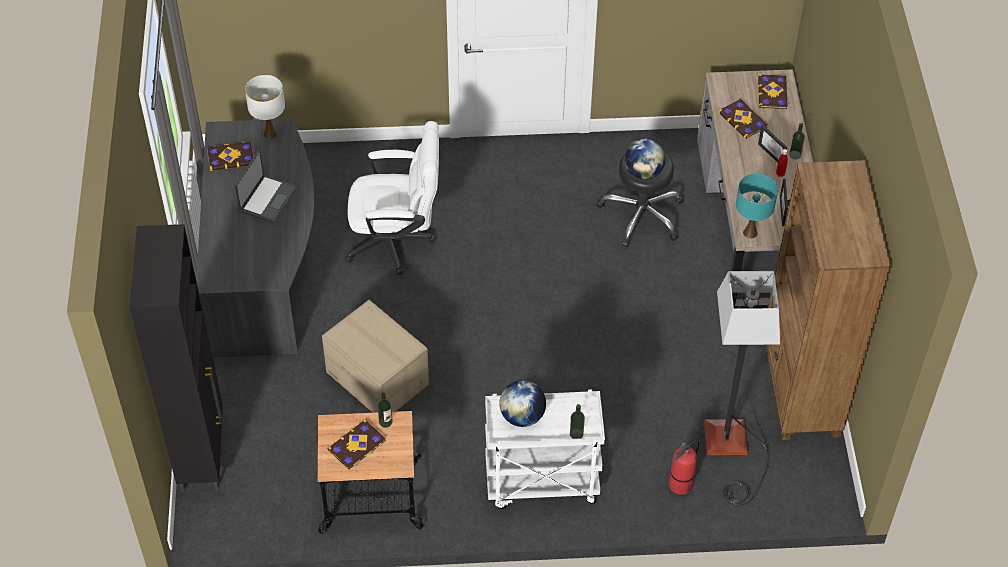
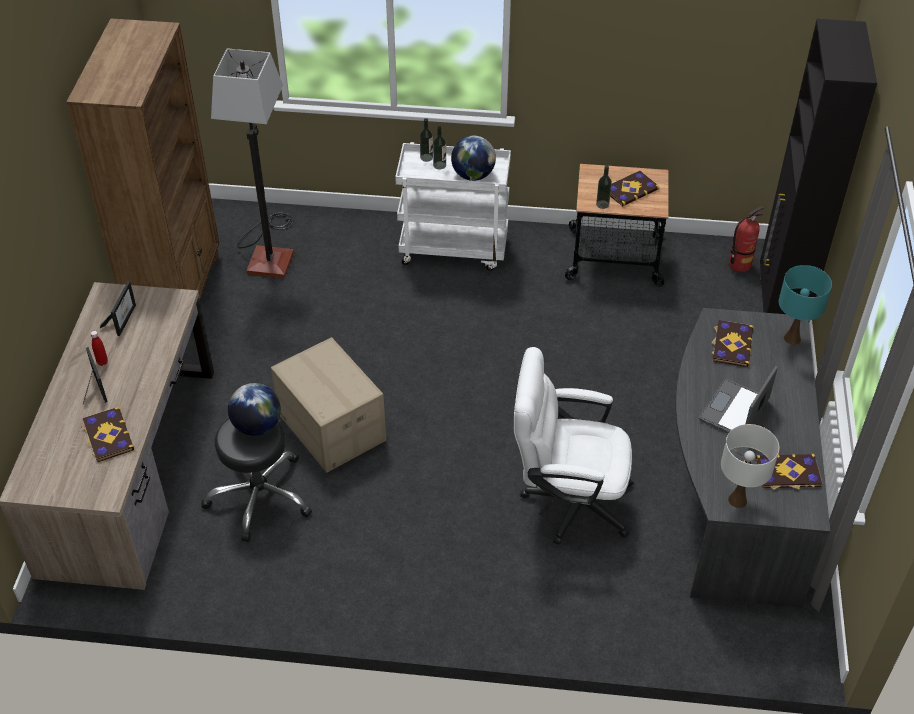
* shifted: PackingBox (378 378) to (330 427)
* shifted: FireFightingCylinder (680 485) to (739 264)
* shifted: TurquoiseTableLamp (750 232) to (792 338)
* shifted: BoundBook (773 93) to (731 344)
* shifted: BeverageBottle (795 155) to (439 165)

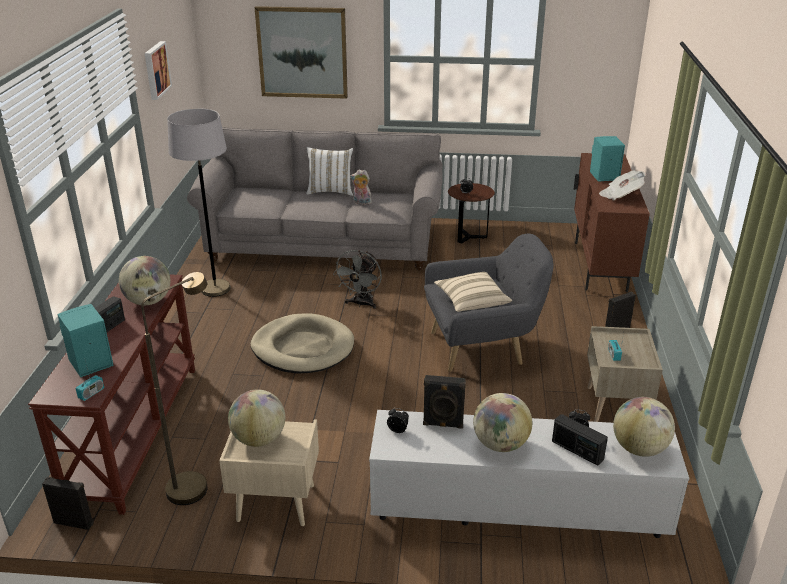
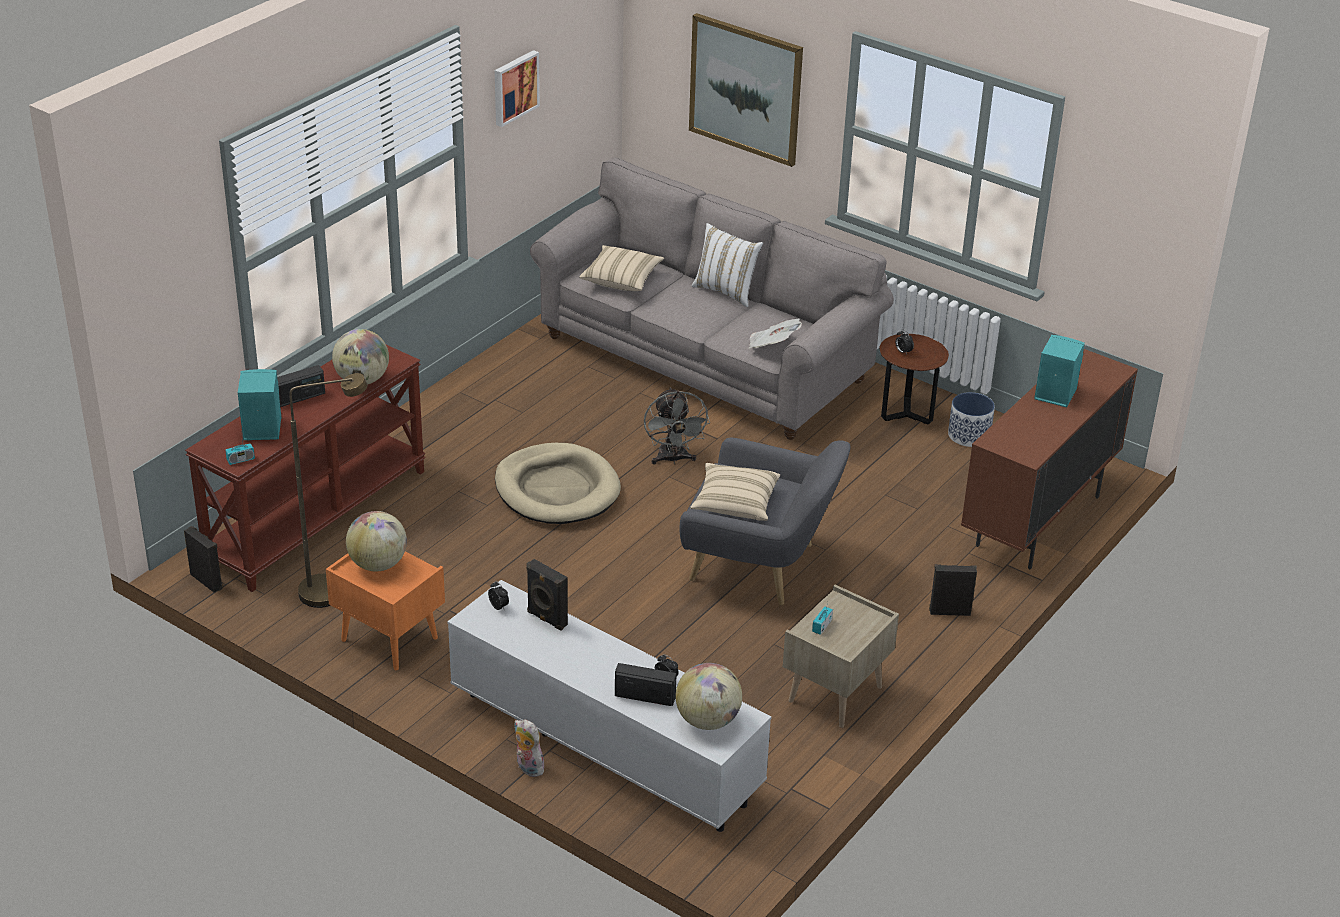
* gone: GrayStandardLamp (215 289)
* repainted: SandColouredNightTable (275 503) to OrangeNightTable (388 639)
* rotated: GrayFan (361 304) = (673 459) 60 degrees counterclockwise
* shifted: PlushToy (361 203) to (527 767)
* gone: DeskGlobe (500 444)
* rotated: Radio (577 450) = (645 696) 120 degrees clockwise
* shifted: Newspaper (620 195) to (772 345)
* new: SandColouredThrowPillow (621 279)
* new: FlowerPot (969 435)

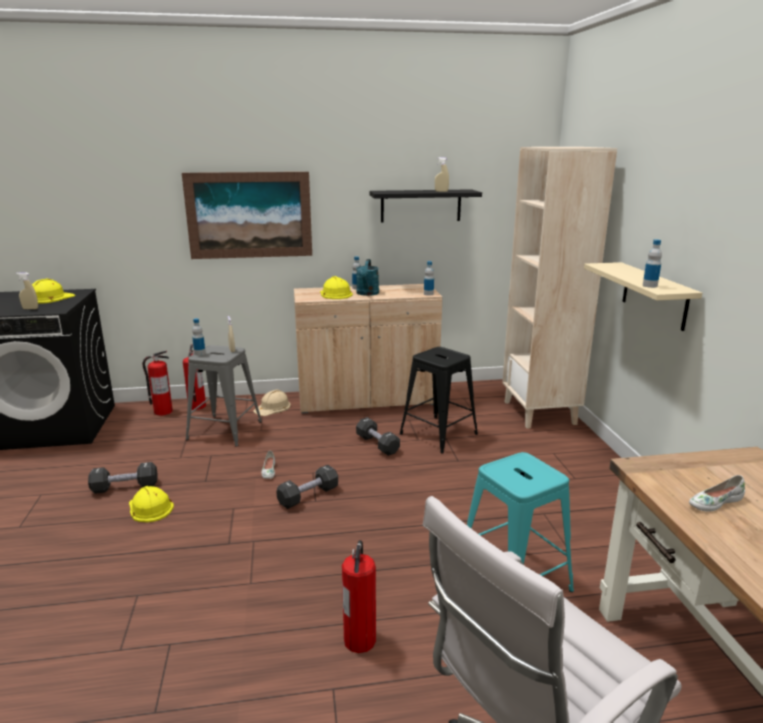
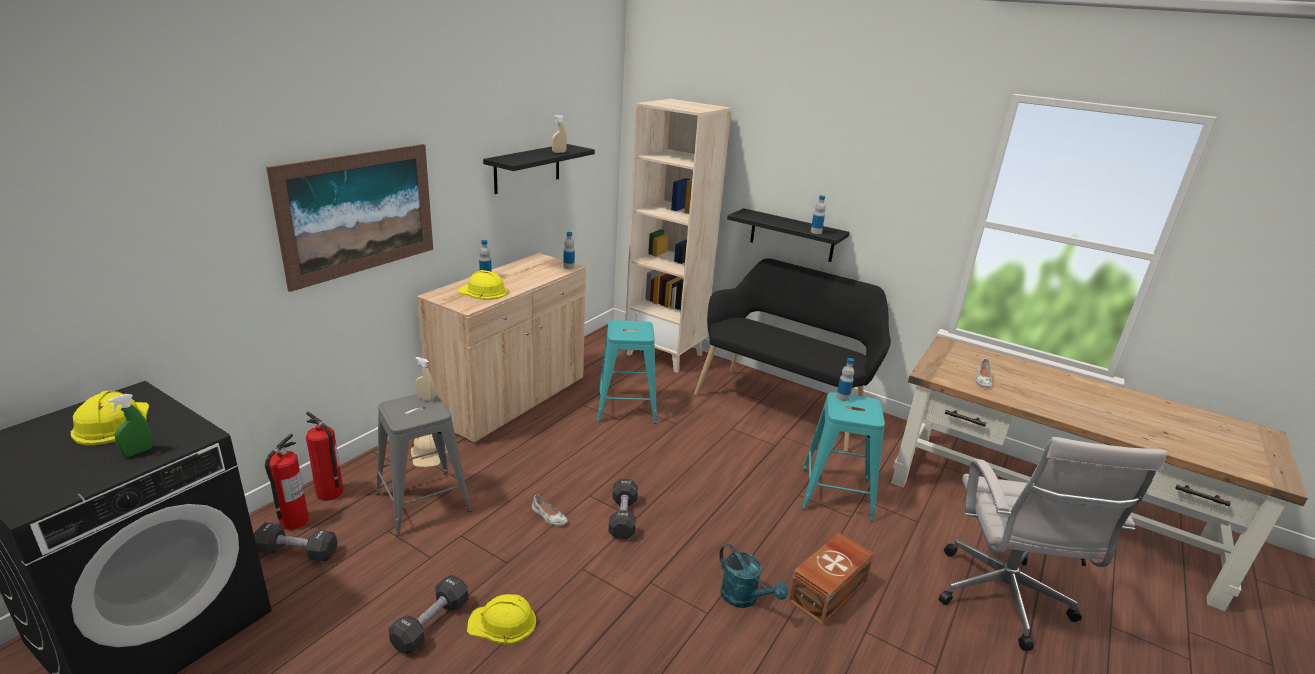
* repainted: SandColouredHandSprayer (30 309) to GreenHandSprayer (138 452)
* shifted: BeverageBottle (199 353) to (842 397)
* swapped: FireFightingCylinder (360 639) to BrownColouredStorageBox (829 592)
* shifted: TurquoiseWateringPot (367 294) to (744 598)
* shifted: BlackishFreeWeight (377 444) to (297 552)
* repainted: BlackishSittingStool (438 434) to TurquoiseSittingStool (626 407)
* repainted: SandColouredWallShelf (654 295) to BlackishWallShelf (792 235)
* new: BlackishBench (783 404)

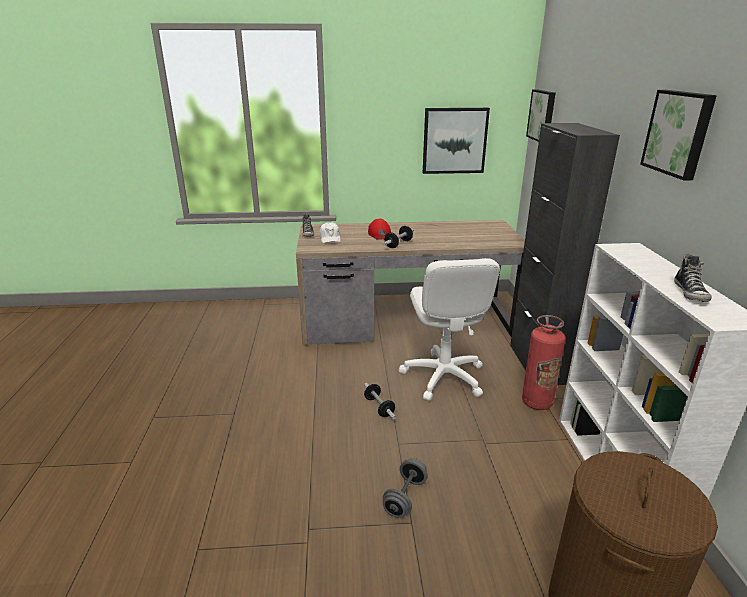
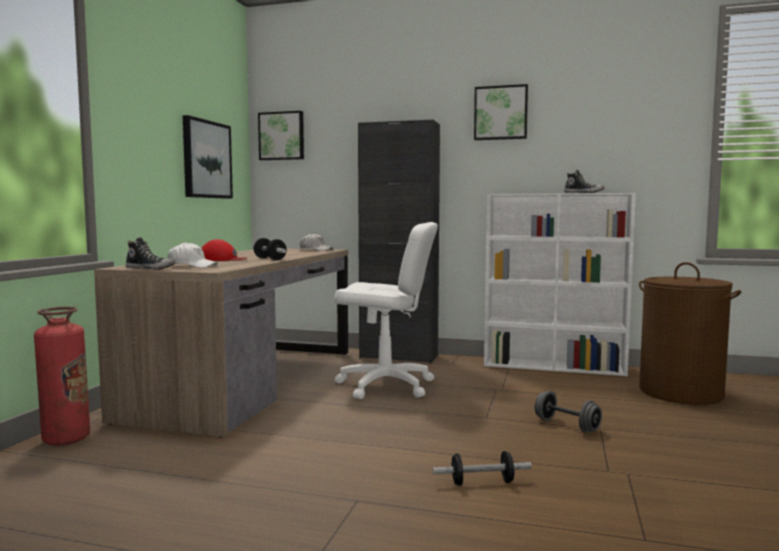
* shifted: FreeWeight (379 407) to (482 482)
* shifted: FireFightingCylinder (537 402) to (66 439)
* new: WhiteColouredPeakedCap (316 250)

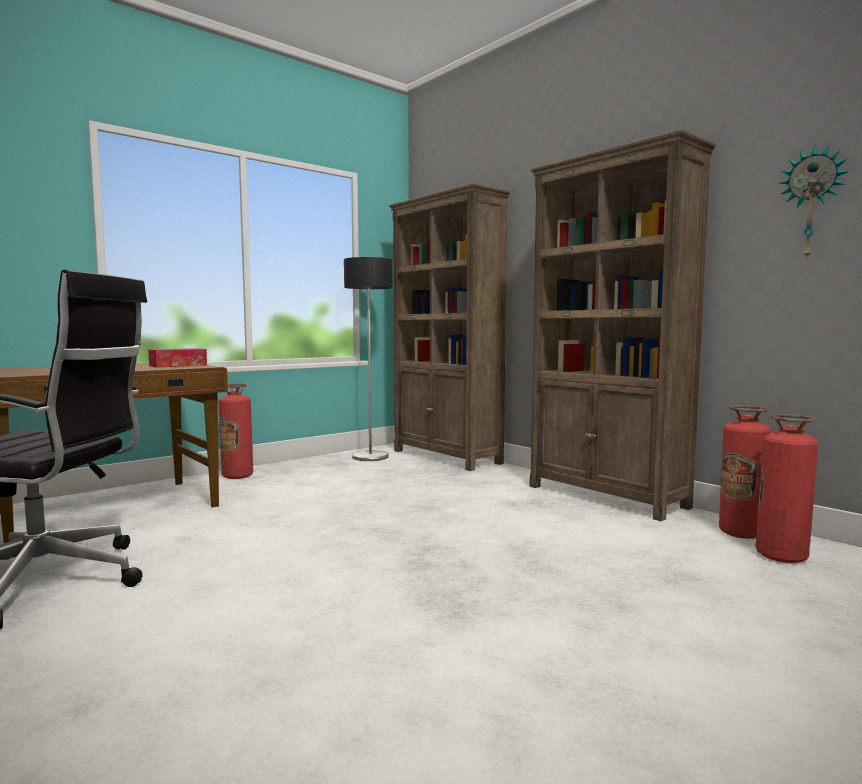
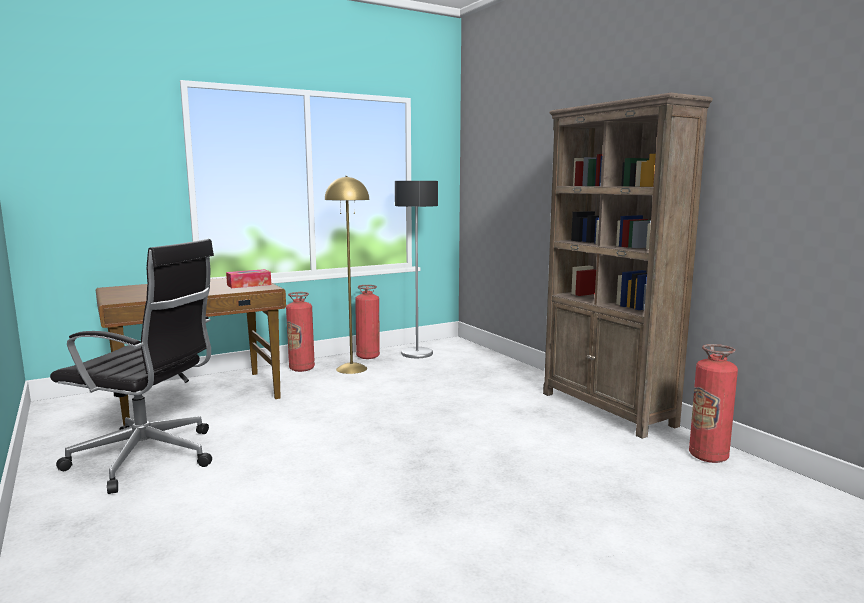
* gone: BrownColouredBookcase (446 457)
* shifted: FireFightingCylinder (781 556) to (368 356)
* gone: HangingClock (812 203)
* new: YellowColouredStandardLamp (351 369)

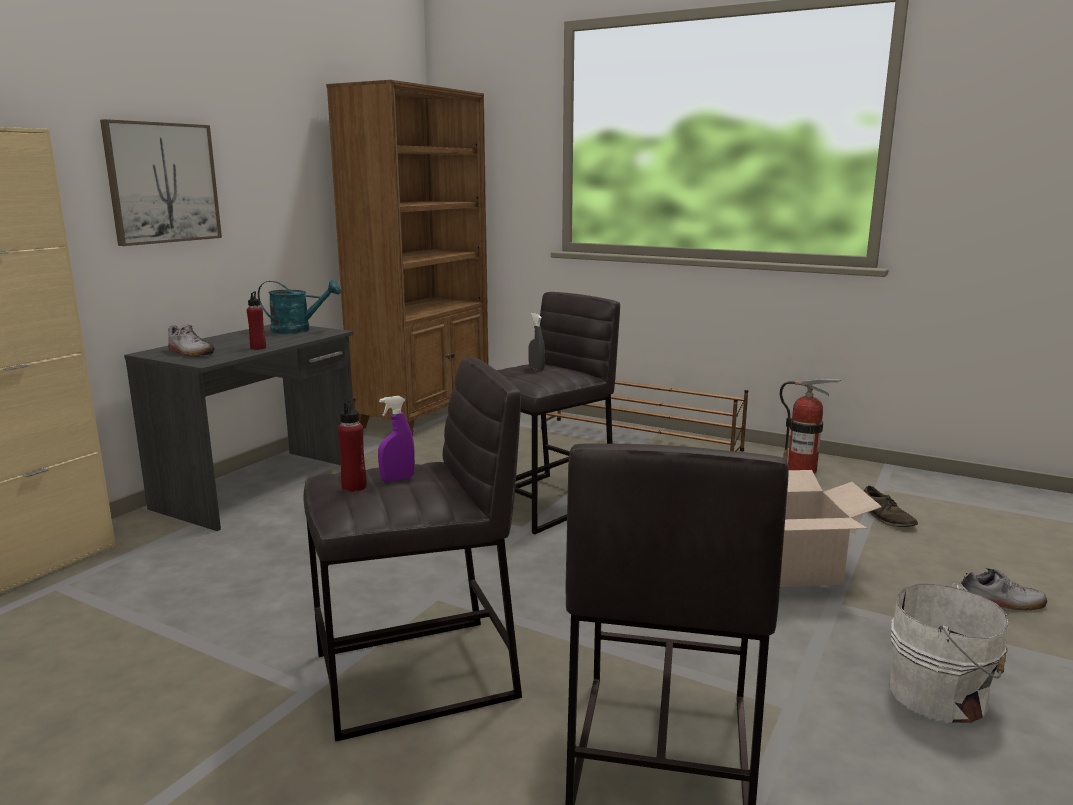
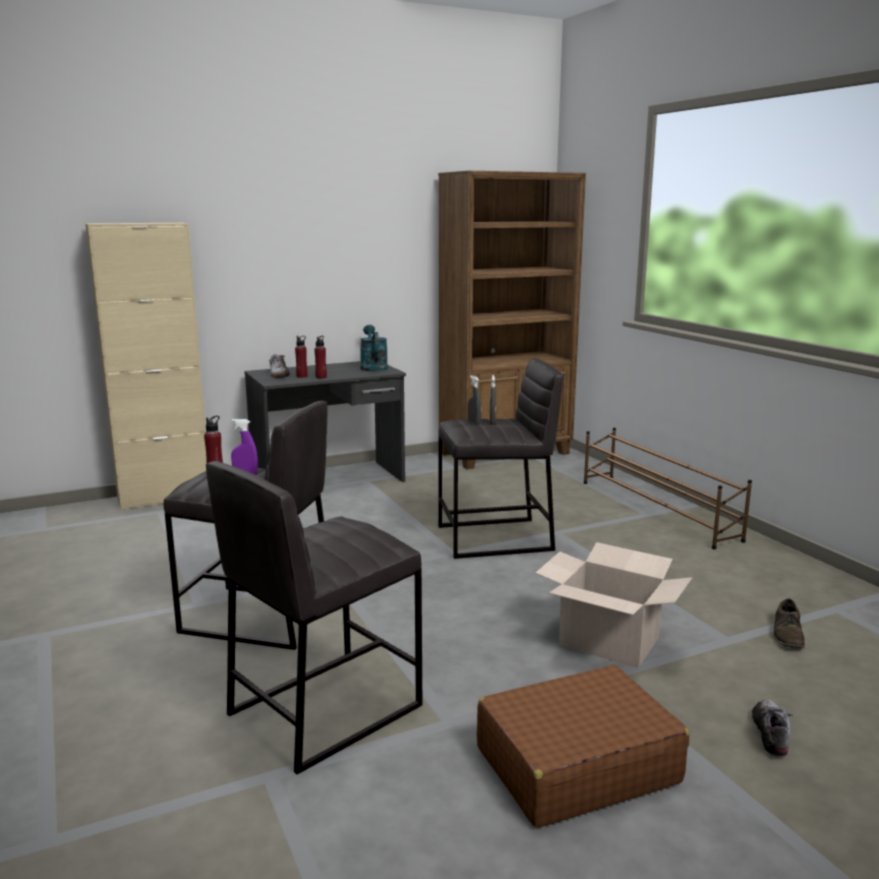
* gone: Picture (162 183)
* rotated: TurquoiseWateringPot (298 330) = (373 367) 135 degrees counterclockwise
* gone: FireFightingCylinder (802 469)
* swapped: WhiteColouredWaterBucket (942 695) to BrownColouredTravelCase (576 765)
* rotated: LowShoe (1002 602) = (771 733) 120 degrees counterclockwise
* new: RedColouredBeverageBottle (302 376)
* new: GrayHandSprayer (474 423)

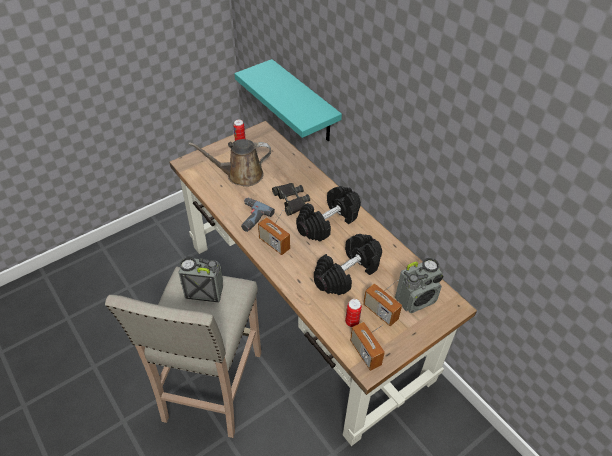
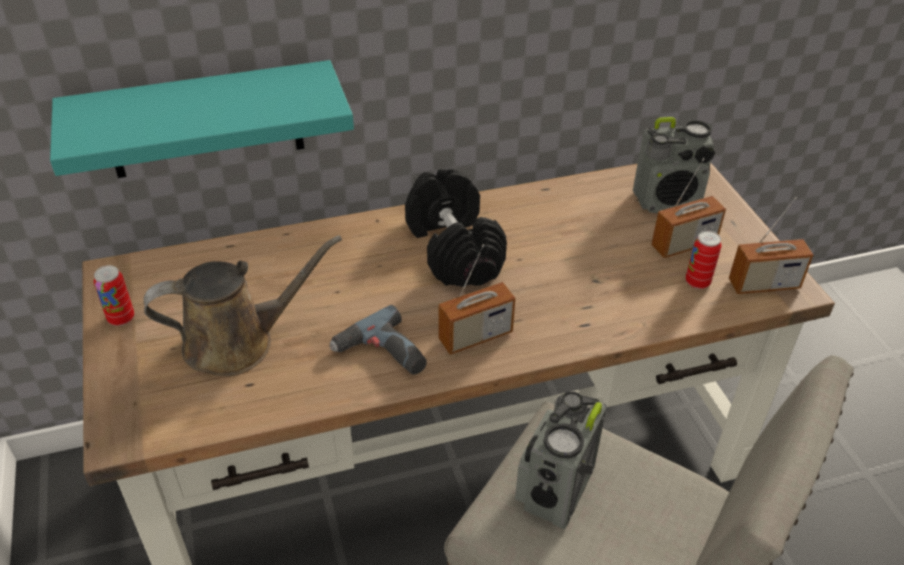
* rotated: BrownColouredWateringPot (241 175) = (238 342) 120 degrees counterclockwise
* gone: BlackishBinoculars (291 200)
* gone: BlackishFreeWeight (347 273)
* rotated: Radio (416 299) = (667 200) 90 degrees clockwise

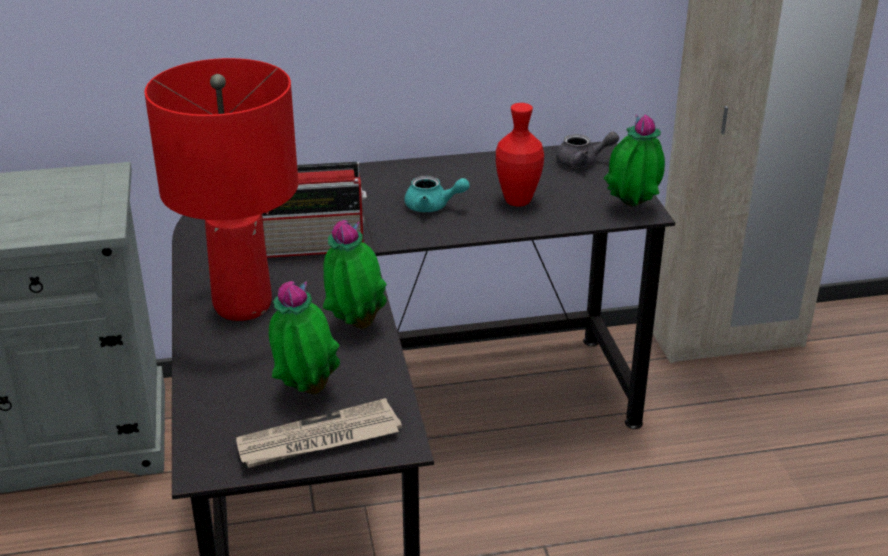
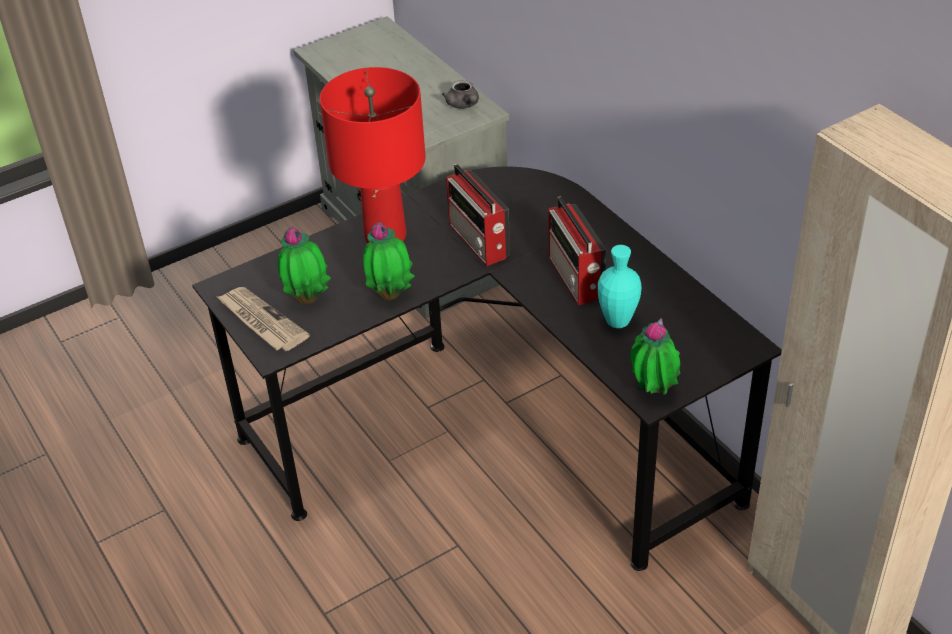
* swapped: TurquoiseTeapot (432 206) to Radio (575 278)
* repainted: RedColouredDecorativeVase (518 201) to TurquoiseDecorativeVase (617 321)
* shifted: GrayTeapot (583 162) to (464 105)

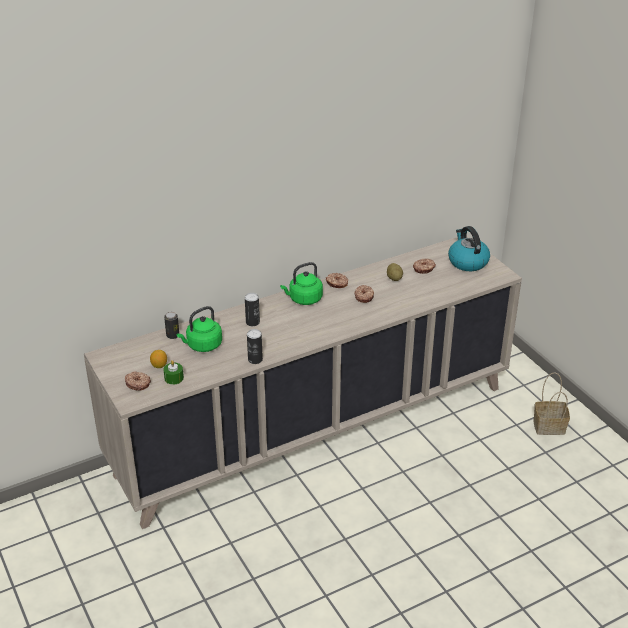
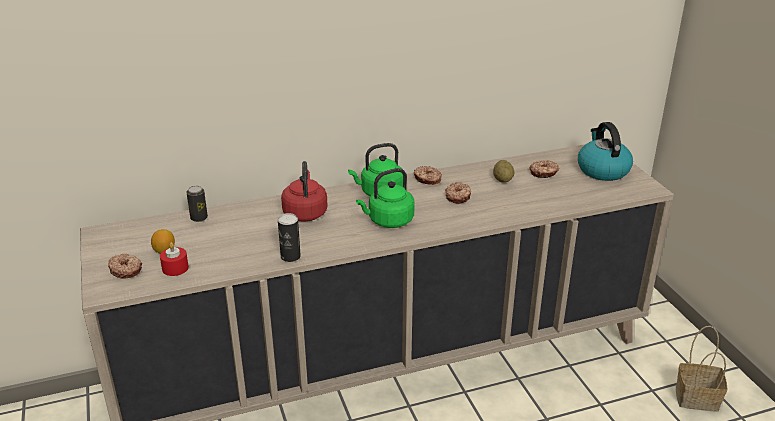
* repainted: GreenWaxCandle (174 378) to RedColouredWaxCandle (175 268)
* shifted: GreenKettle (202 345) to (388 221)
* swapped: Can (252 322) to RedColouredKettle (305 212)

